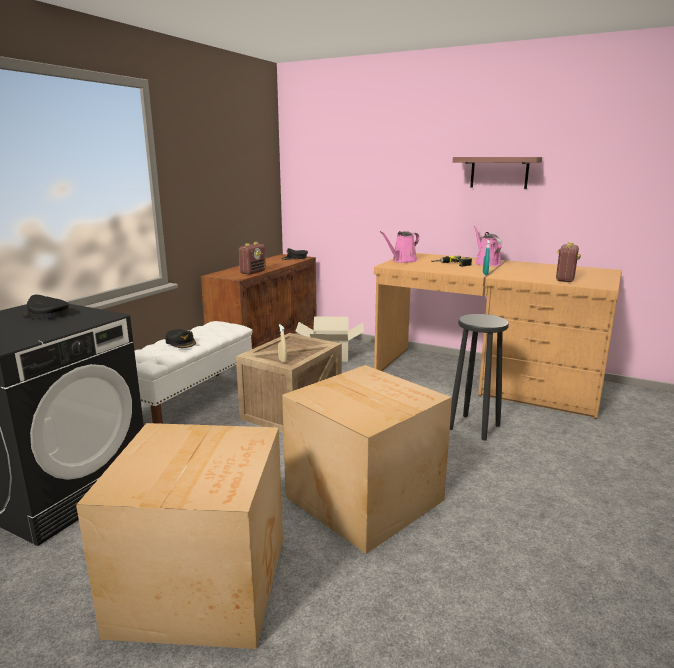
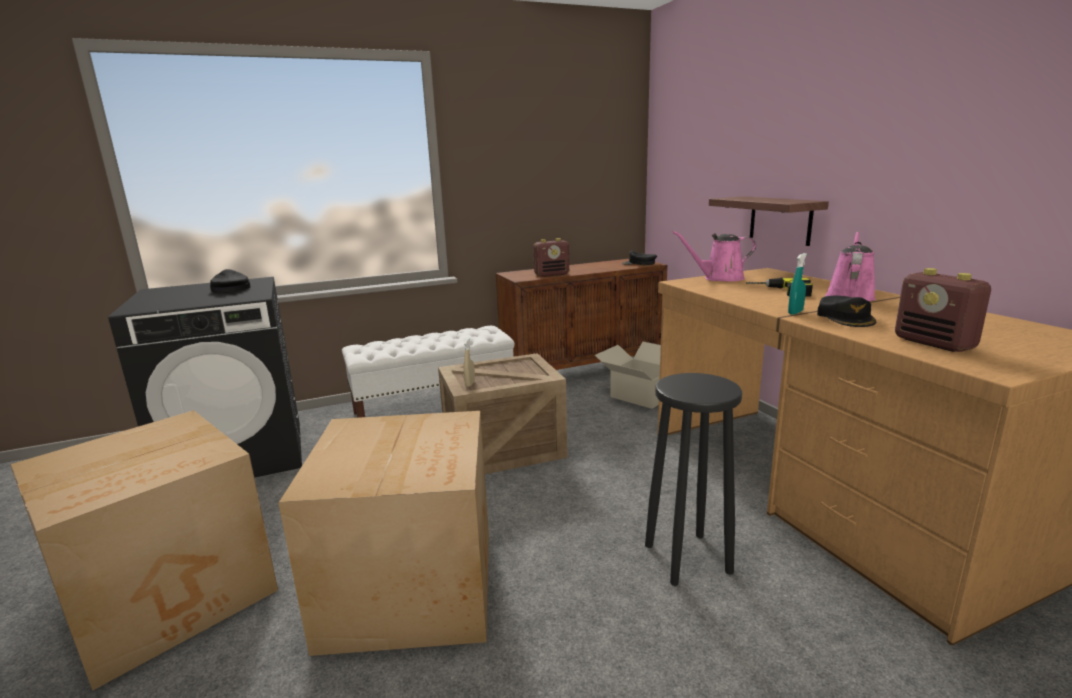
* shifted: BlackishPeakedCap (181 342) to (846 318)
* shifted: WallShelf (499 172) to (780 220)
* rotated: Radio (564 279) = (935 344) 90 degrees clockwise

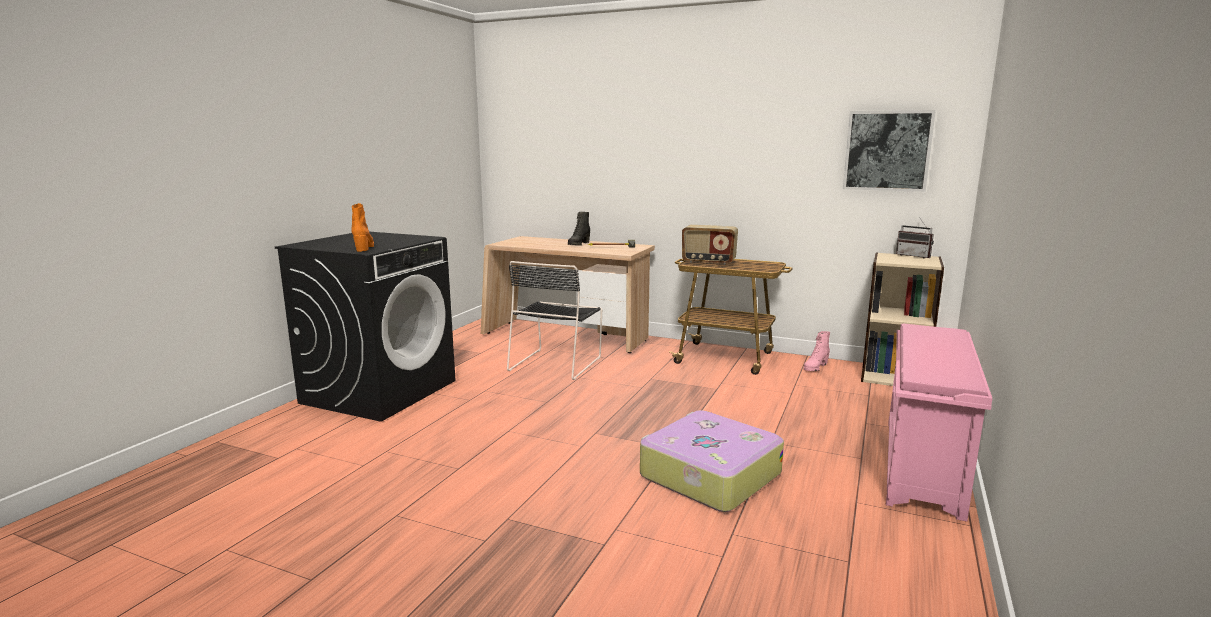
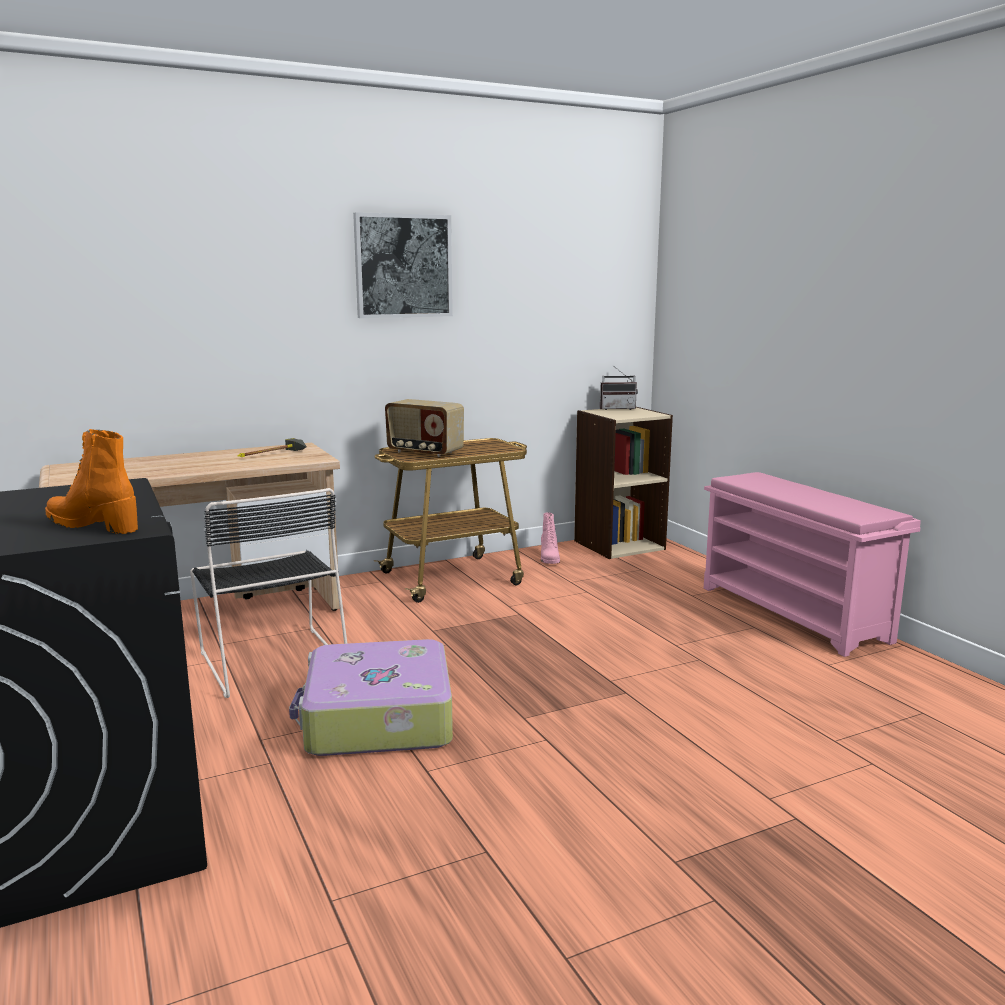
* gone: BlackishTallBoot (578 244)
* shifted: TravelCase (708 475) to (377 719)
* rotated: Radio (708 262) = (424 452) 60 degrees clockwise
* shifted: Picture (887 150) to (403 266)

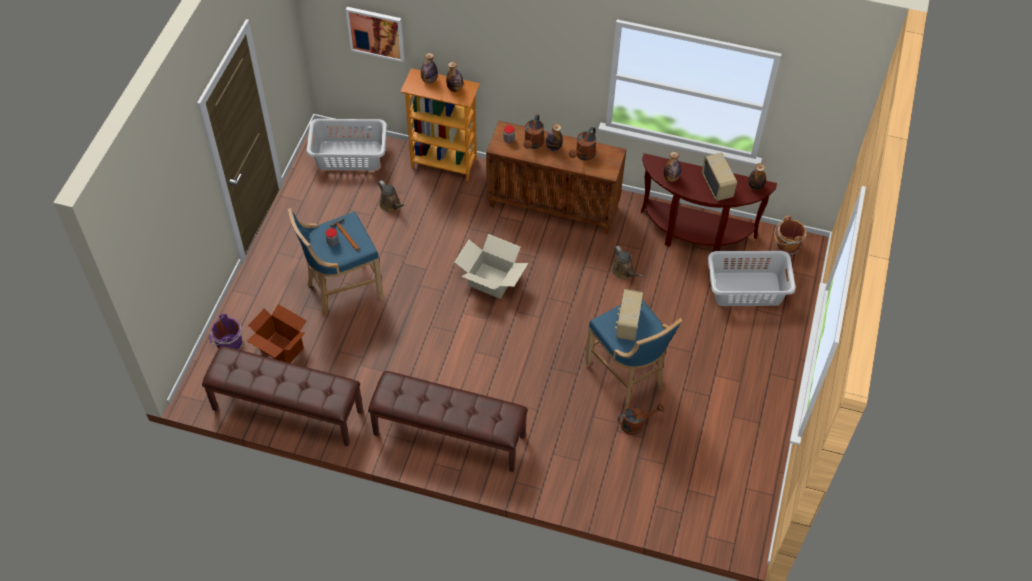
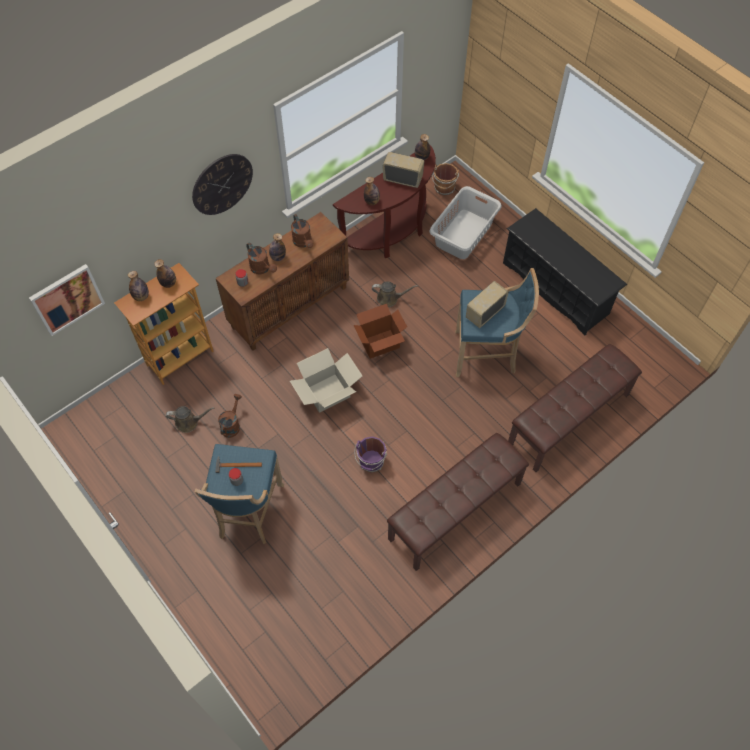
* shifted: BrownColouredBench (287 410) to (569 420)
* shifted: PurpleWaterBucket (228 345) to (371 462)
* shifted: PackingBox (281 349) to (380 344)
* gone: GrayLaundryBasket (349 155)
* rotated: Radio (627 323) = (484 312) 90 degrees clockwise
* shifted: BrownColouredWateringPot (636 424) to (231 425)
* new: HangingClock (222 184)
* new: BlackishShoeShelf (556 288)

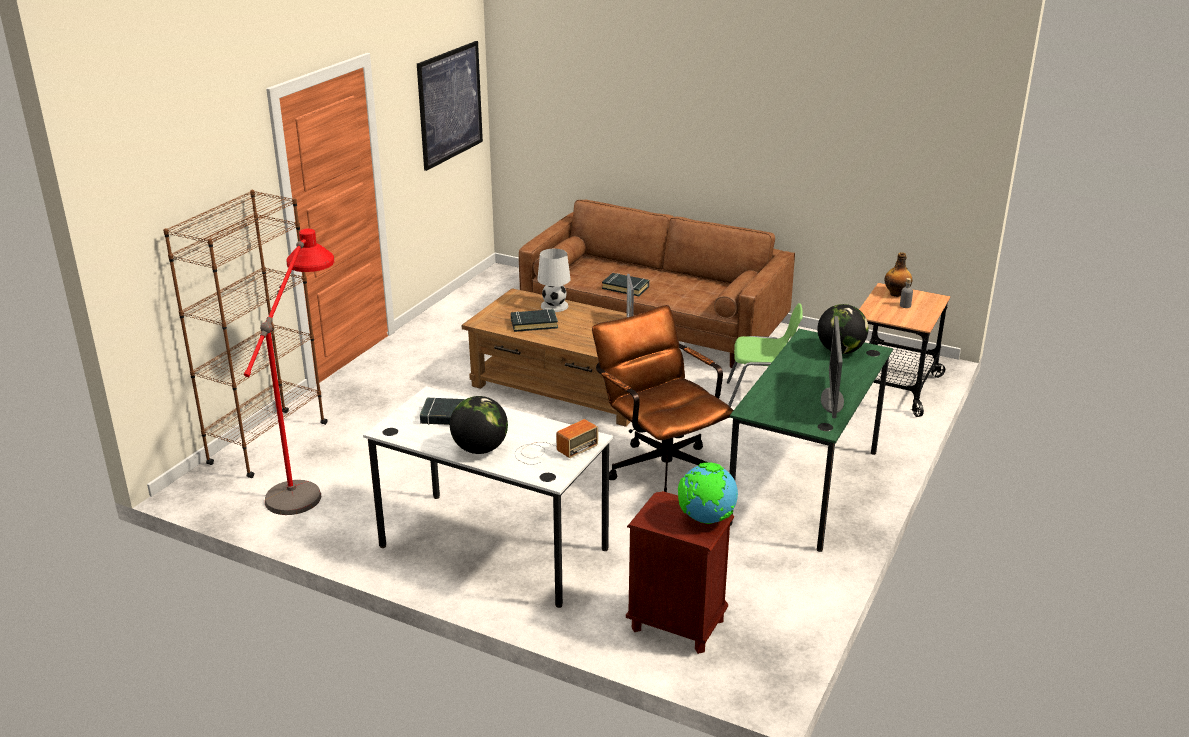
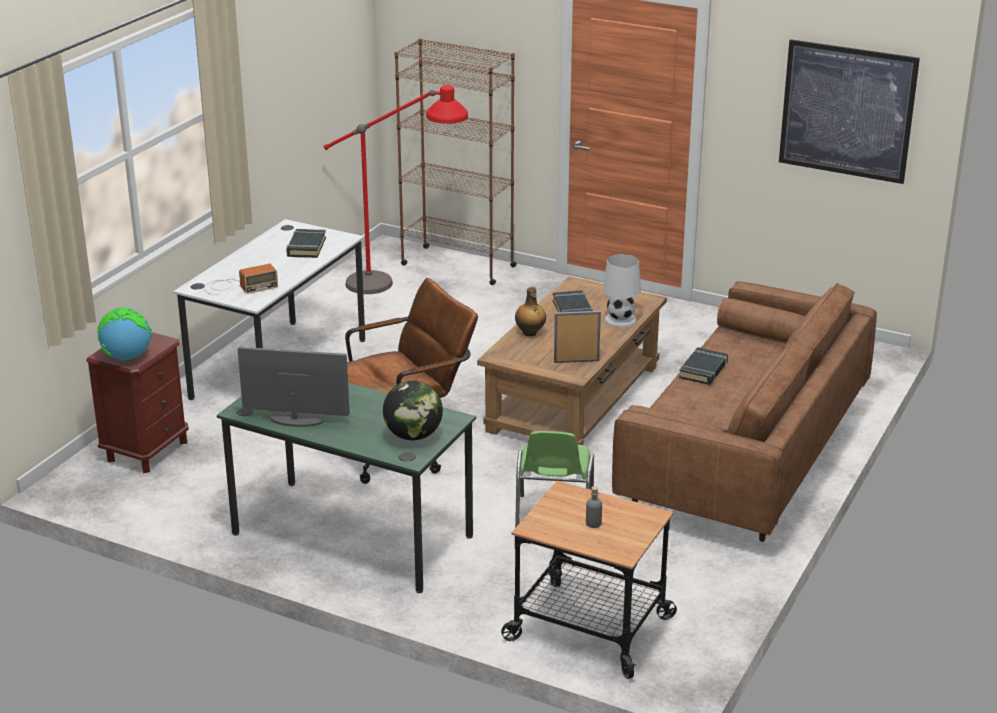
* gone: DeskGlobe (480 449)
* rotated: Radio (552 450) = (238 287) 75 degrees counterclockwise
* shifted: BeverageBottle (896 294) to (530 333)

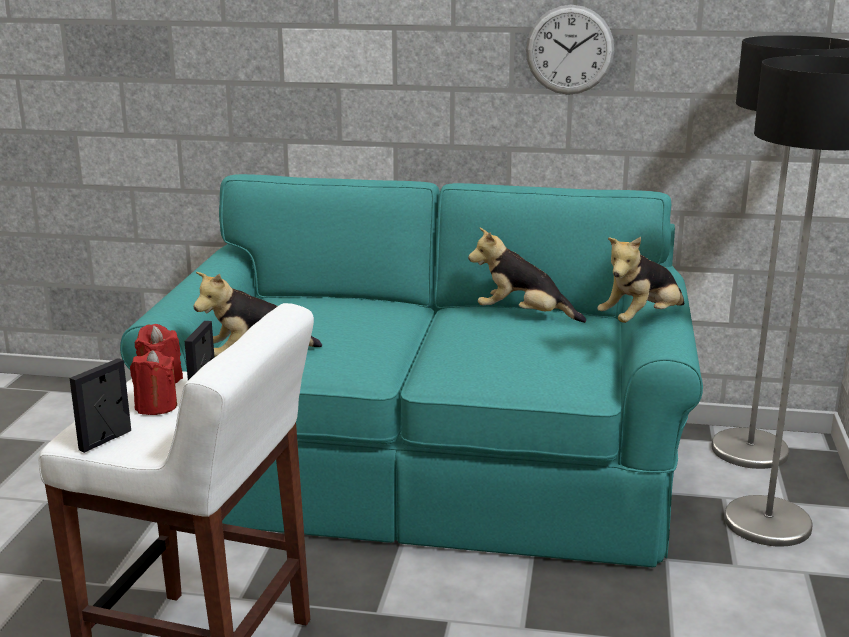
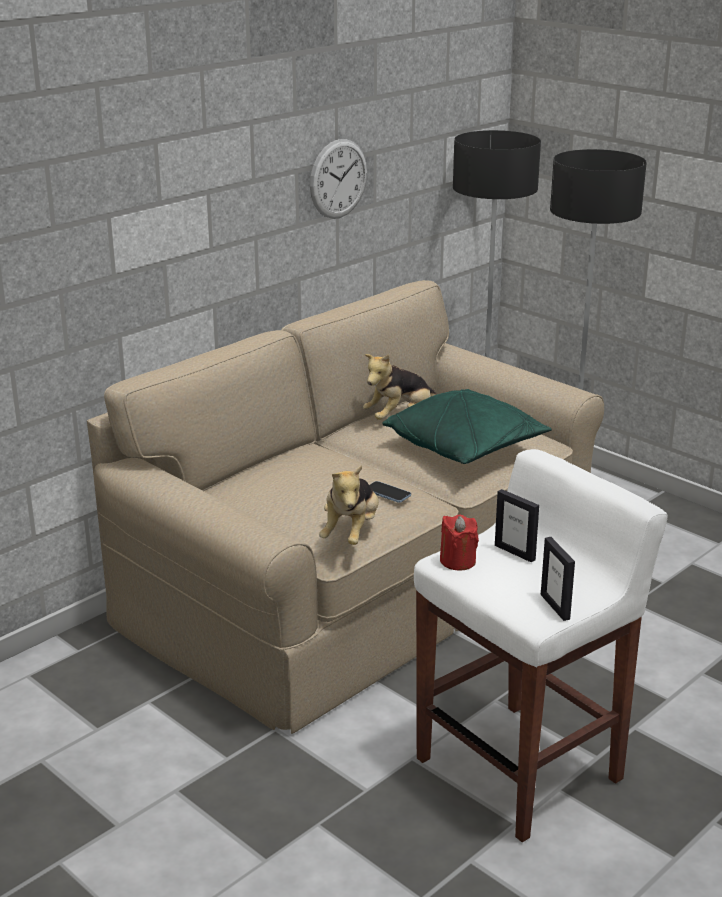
* repainted: TurquoiseSettee (426 470) to SandColouredSettee (361 582)
* gone: RedColouredWaxCandle (156 406)
* gone: PlushToy (641 320)
* new: Handset (387 493)
* new: GreenThrowPillow (465 447)

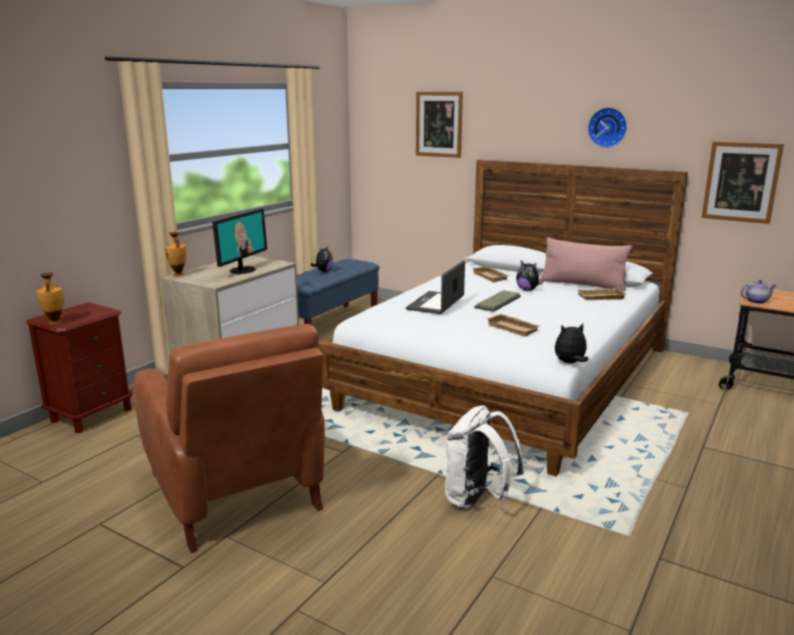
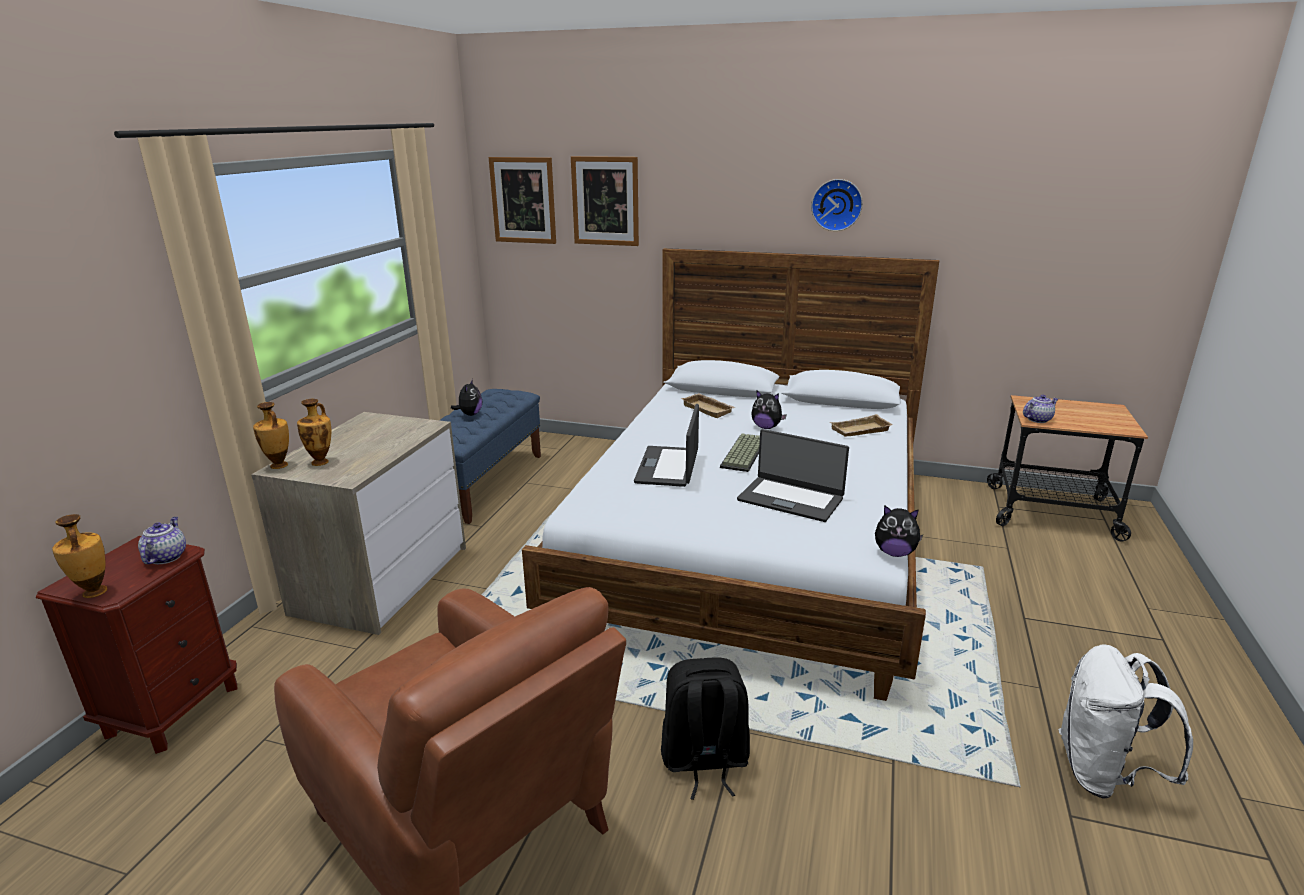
* gone: ComputerScreen (242 270)
* shifted: WhiteColouredBackpack (477 500) to (1103 773)
* swapped: SandColouredCarryingTray (514 328) to PortableComputer (791 499)
* gone: PinkColouredThrowPillow (582 284)
* rotated: PlushToy (570 363) = (894 553) 135 degrees counterclockwise
* shifted: Picture (741 182) to (523 200)
* new: Teapot (166 557)
* new: DecorativeVase (321 462)
* new: BlackishBackpack (704 761)

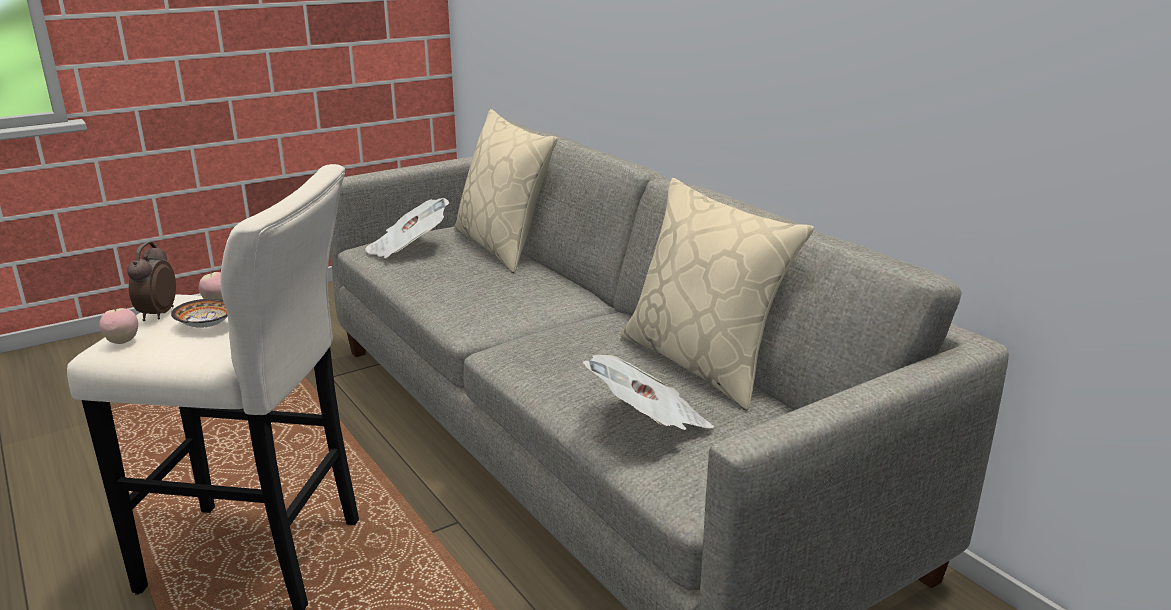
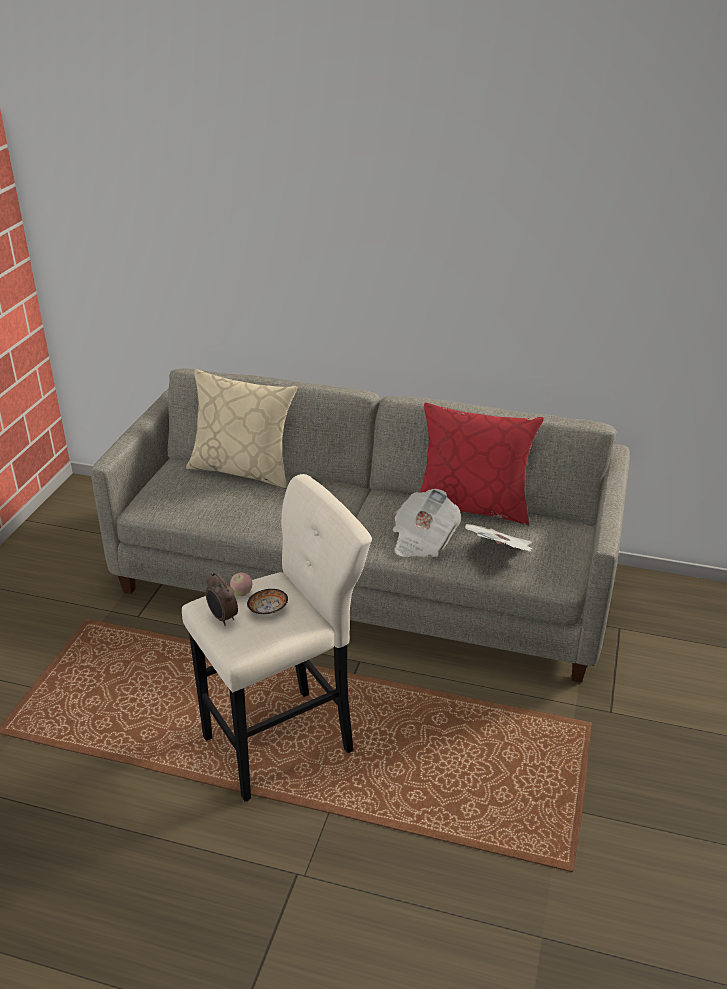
* gone: Apple (123 342)
* shifted: Newspaper (408 249) to (422 540)
* repainted: SandColouredThrowPillow (703 363) to RedColouredThrowPillow (473 506)

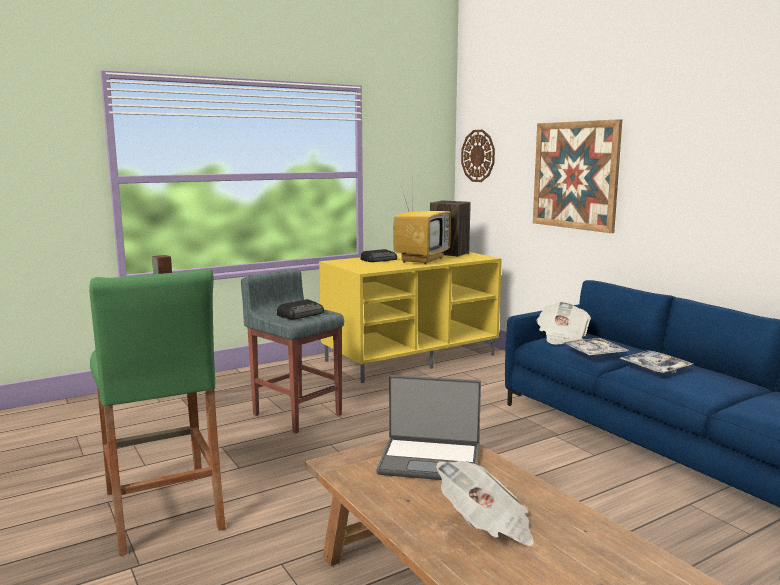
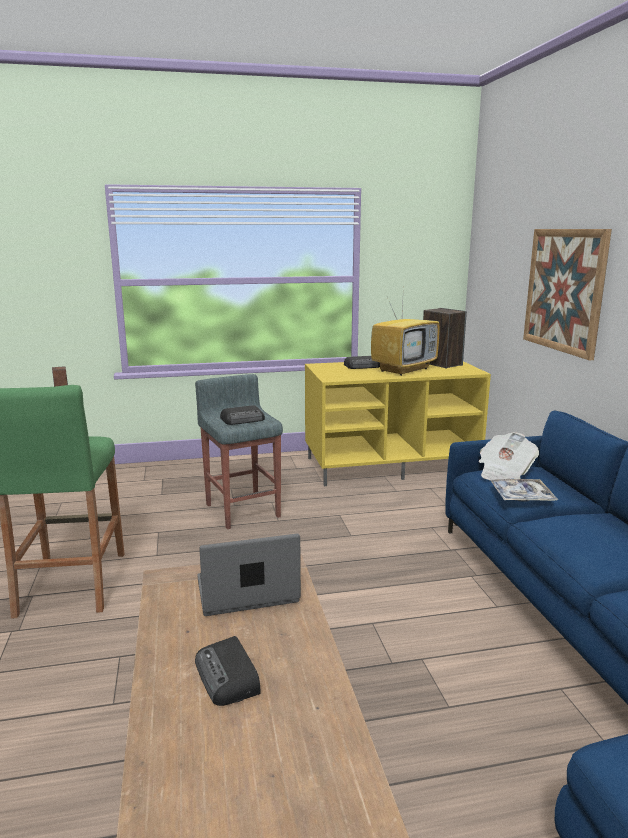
* rotated: PortableComputer (430 461) = (247 592) 135 degrees clockwise
* swapped: Newspaper (486 526) to Radio (228 677)
* gone: HangingClock (478 156)
* gone: CarryingTray (655 368)

